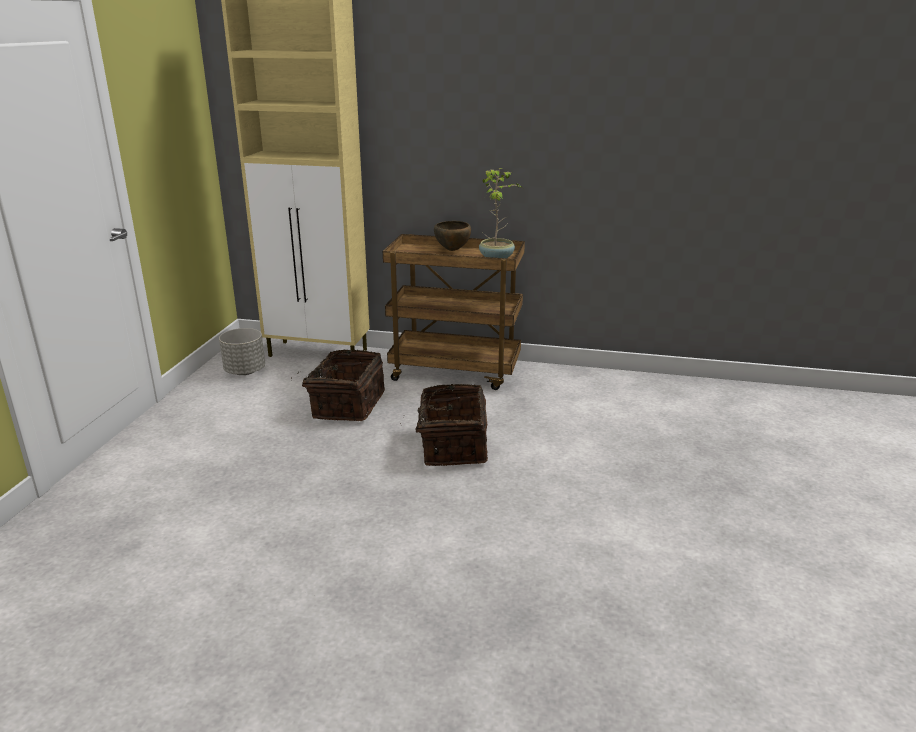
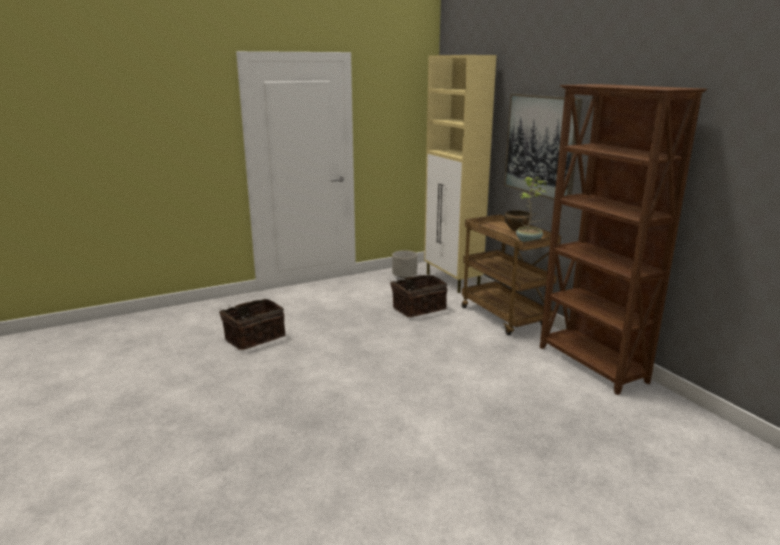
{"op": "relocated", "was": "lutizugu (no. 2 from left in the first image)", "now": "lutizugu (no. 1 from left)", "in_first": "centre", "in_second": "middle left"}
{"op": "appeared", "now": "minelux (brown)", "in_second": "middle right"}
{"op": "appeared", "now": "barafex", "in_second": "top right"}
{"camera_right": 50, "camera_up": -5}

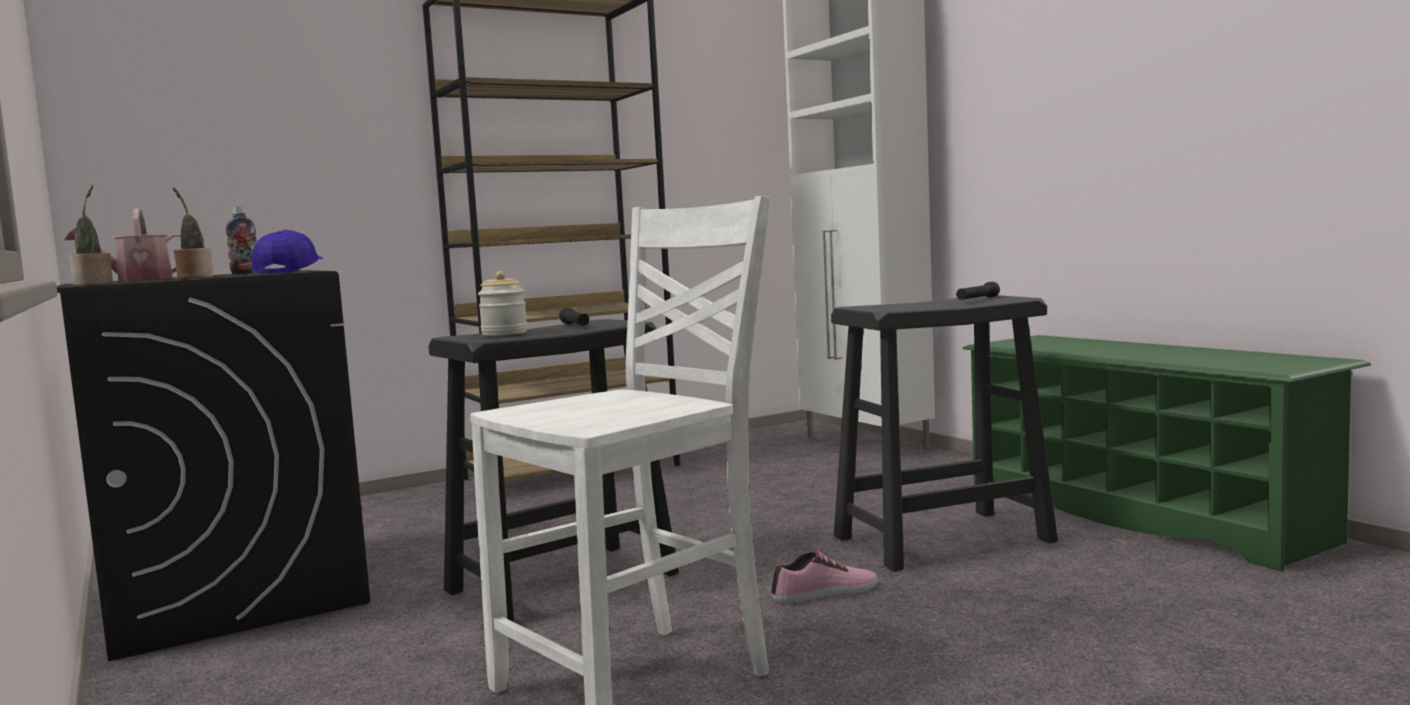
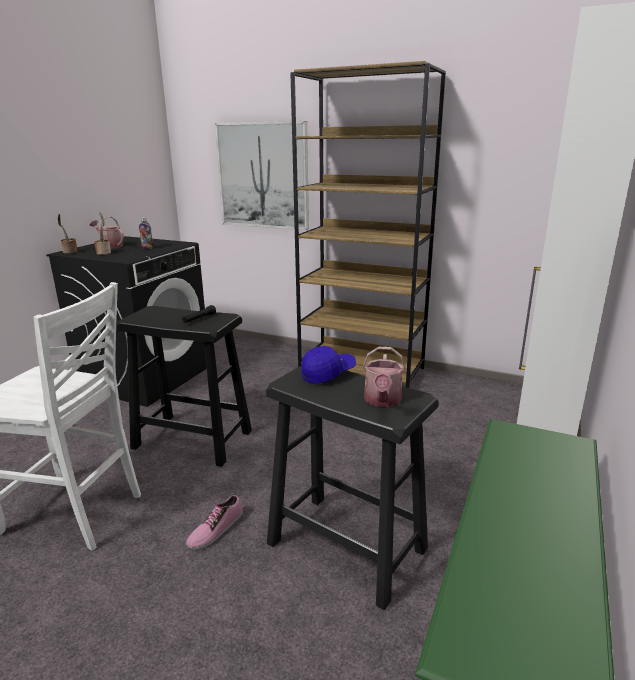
{"op": "relocated", "was": "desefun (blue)", "in_first": "middle left", "in_second": "centre"}
{"op": "missing", "was": "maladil", "in_first": "centre"}
{"op": "exchanged", "was": "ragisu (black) (no. 2 from left)", "now": "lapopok (no. 2 from left)", "in_first": "middle right", "in_second": "centre"}
{"op": "spun", "was": "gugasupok", "in_first": "bottom centre", "in_second": "bottom centre", "clockwise": 90}
{"op": "appeared", "now": "barafex", "in_second": "top centre"}
{"camera_right": 55, "camera_up": 15}

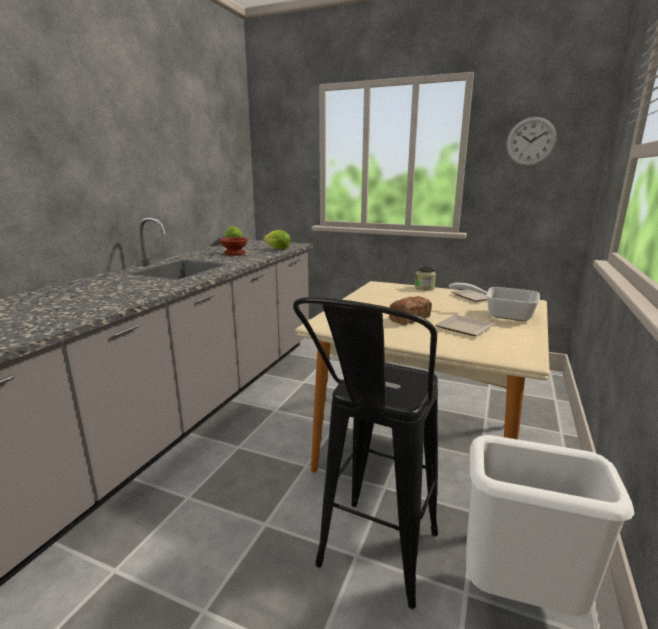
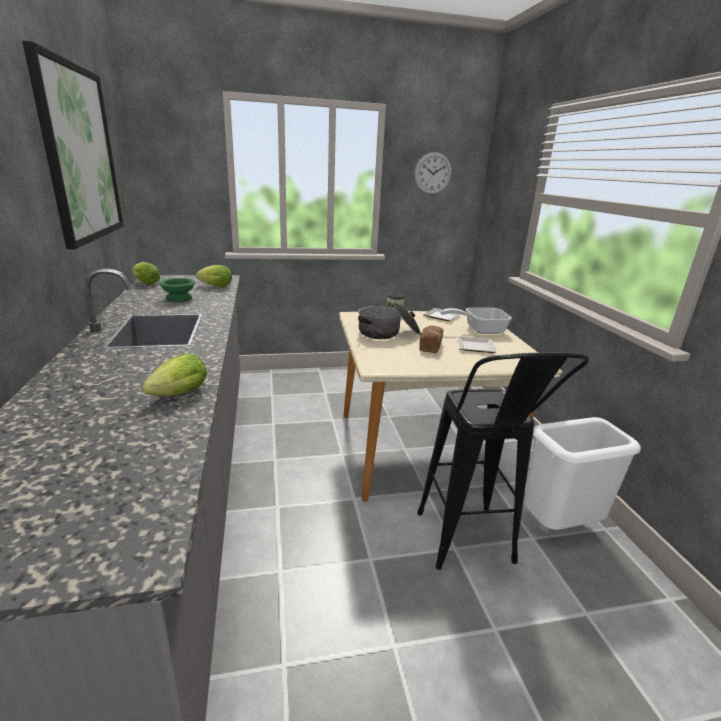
{"op": "colour", "was": "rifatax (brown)", "now": "rifatax (green)", "in_first": "centre", "in_second": "middle left"}
{"op": "appeared", "now": "barafex", "in_second": "top left"}
{"op": "appeared", "now": "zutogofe", "in_second": "centre"}
{"op": "appeared", "now": "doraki (no. 2 from left)", "in_second": "middle left"}
{"camera_right": -35, "camera_up": 5}

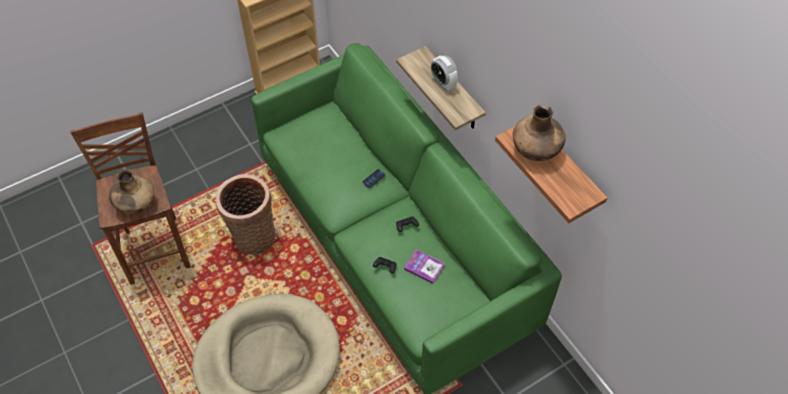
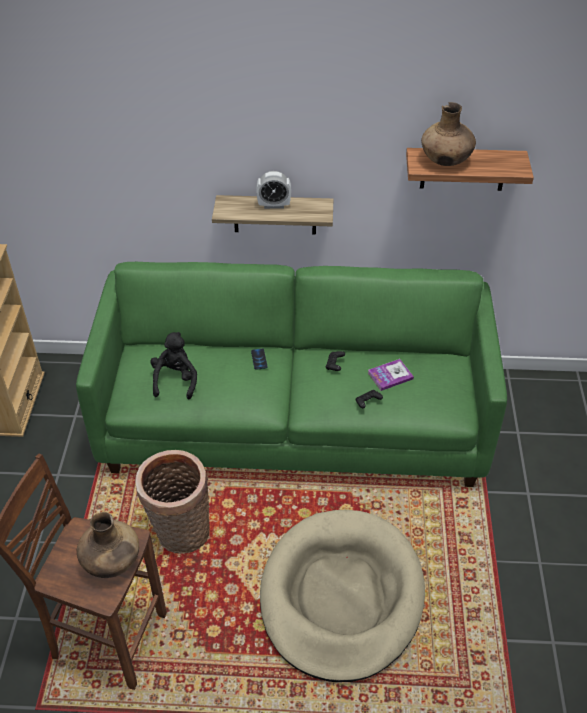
{"op": "appeared", "now": "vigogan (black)", "in_second": "middle left"}
{"camera_right": -55, "camera_up": -10}

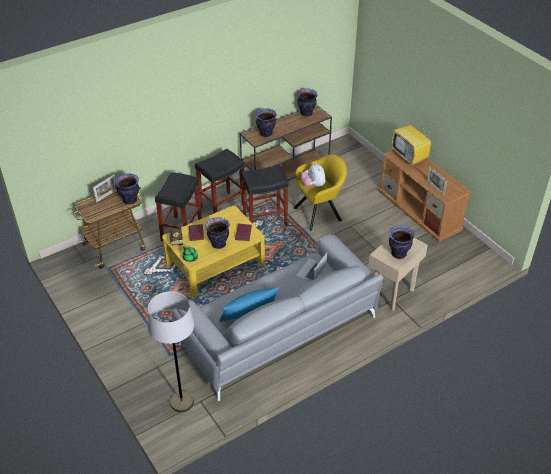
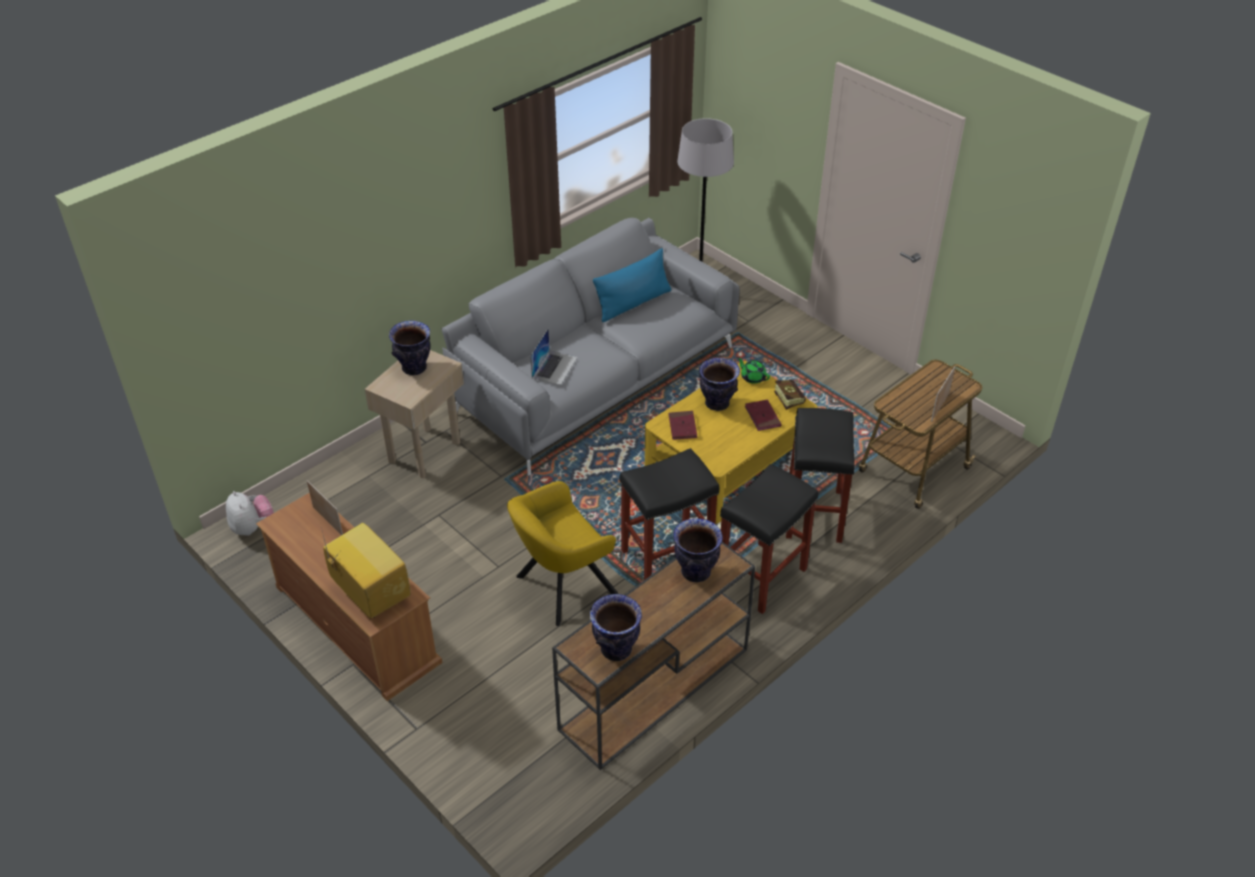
{"op": "relocated", "was": "vigogan", "in_first": "centre", "in_second": "middle left"}
{"op": "missing", "was": "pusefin (no. 1 from left)", "in_first": "middle left"}
{"camera_right": 170, "camera_up": 0}

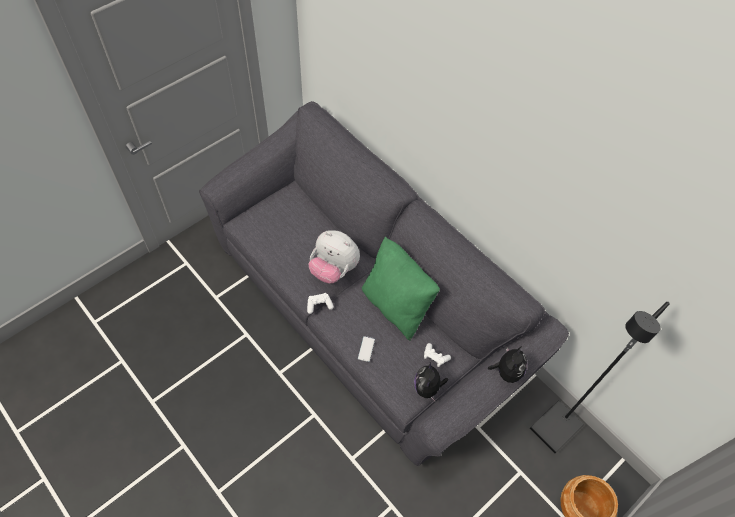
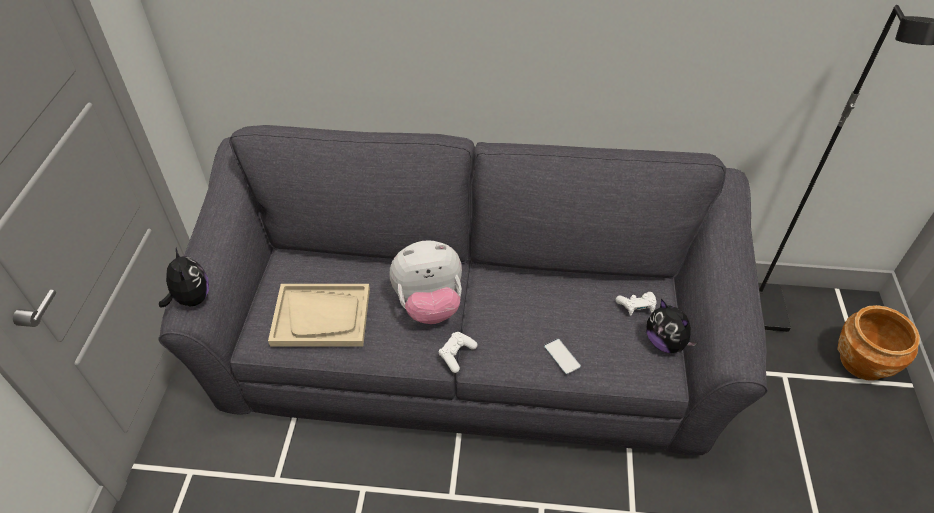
{"op": "missing", "was": "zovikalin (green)", "in_first": "centre"}
{"op": "relocated", "was": "vigogan (no. 3 from left in the first image)", "now": "vigogan (no. 1 from left)", "in_first": "bottom right", "in_second": "middle left"}
{"op": "appeared", "now": "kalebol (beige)", "in_second": "centre"}
{"camera_right": -40, "camera_up": -10}

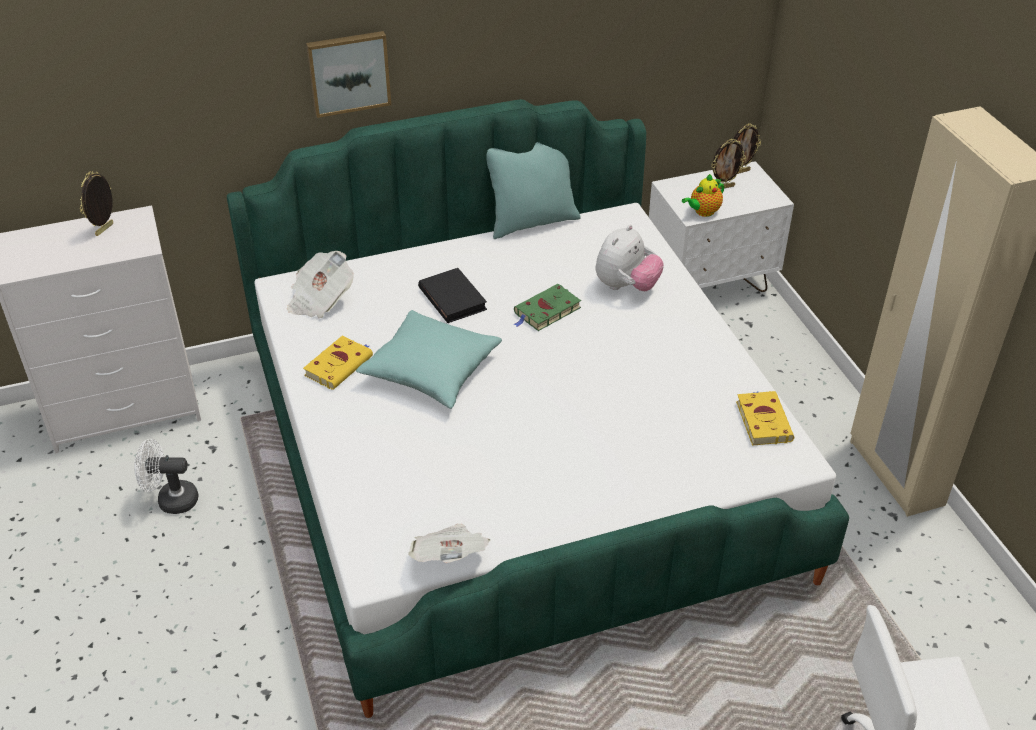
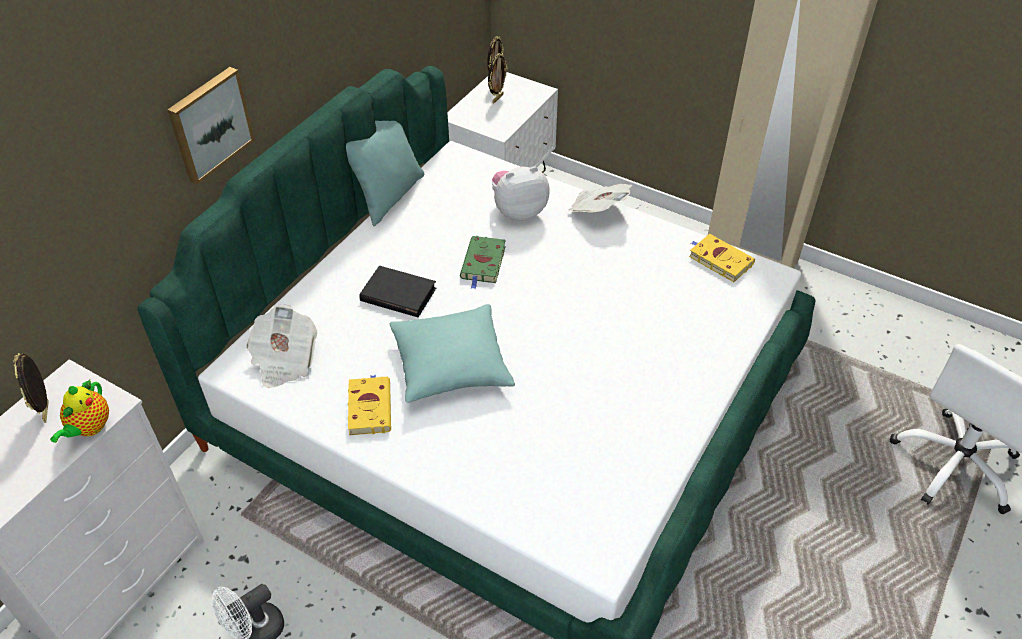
{"op": "relocated", "was": "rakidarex", "in_first": "top right", "in_second": "middle left"}
{"op": "spun", "was": "vigogan", "in_first": "centre", "in_second": "top centre", "clockwise": -105}
{"op": "relocated", "was": "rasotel (no. 2 from left)", "in_first": "bottom centre", "in_second": "top centre"}
{"camera_right": -40, "camera_up": 5}

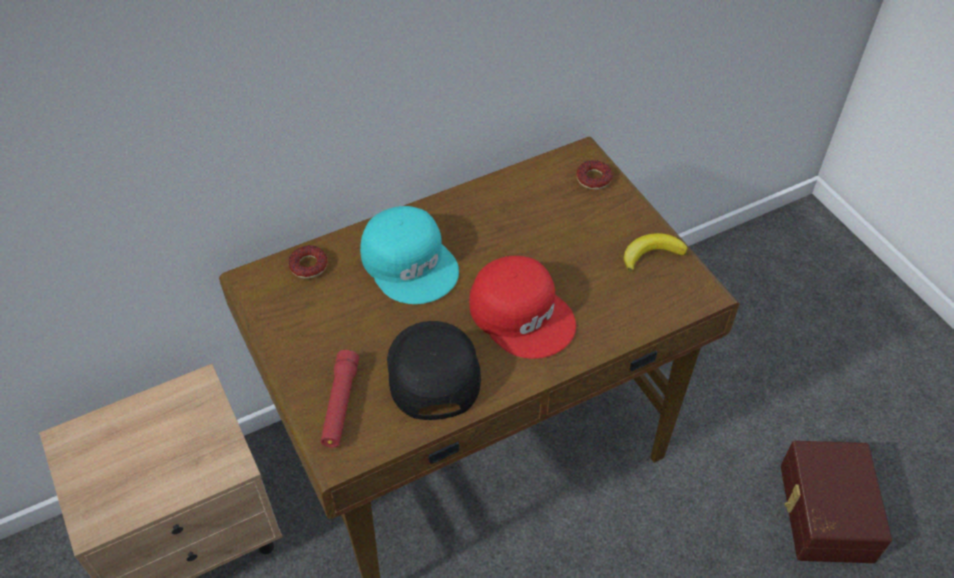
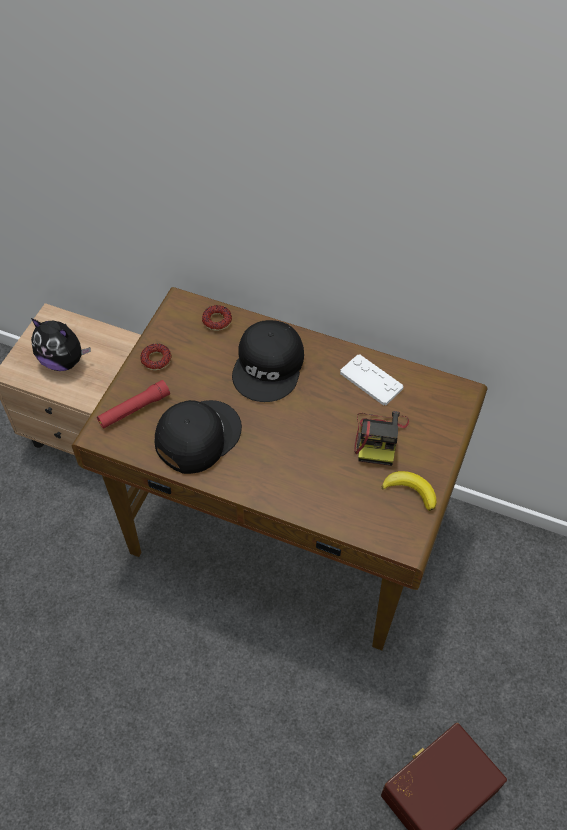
{"op": "relocated", "was": "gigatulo (no. 2 from left in the first image)", "now": "gigatulo (no. 1 from left)", "in_first": "top centre", "in_second": "middle left"}
{"op": "colour", "was": "desefun (turquoise)", "now": "desefun (black) (no. 2 from left)", "in_first": "centre", "in_second": "centre"}
{"op": "missing", "was": "desefun (red)", "in_first": "centre"}
{"op": "appeared", "now": "vigogan", "in_second": "middle left"}
{"op": "appeared", "now": "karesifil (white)", "in_second": "centre"}
{"op": "appeared", "now": "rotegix", "in_second": "middle right"}
{"camera_right": 50, "camera_up": 5}

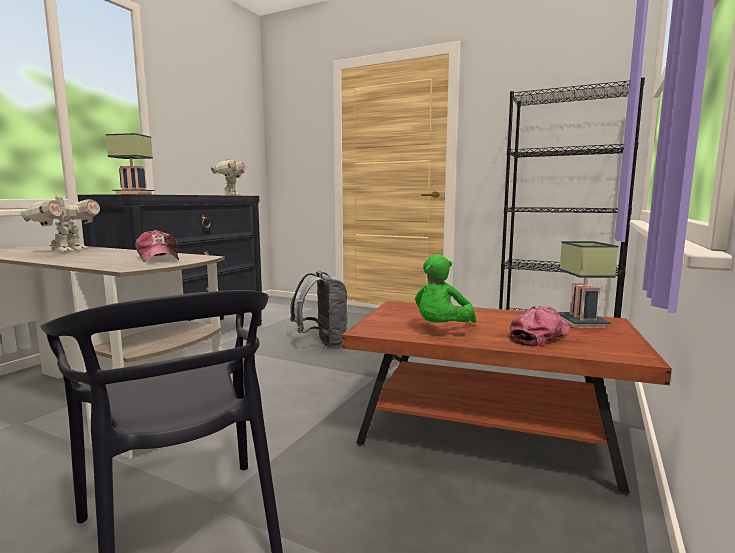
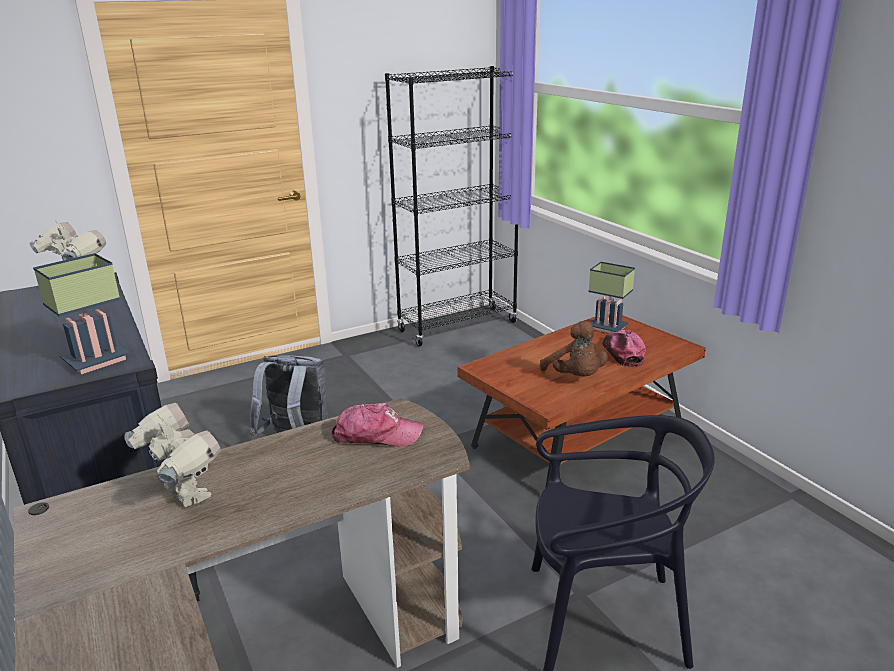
{"op": "colour", "was": "vigogan (green)", "now": "vigogan (brown)", "in_first": "centre", "in_second": "centre"}
{"camera_right": -55, "camera_up": 15}

